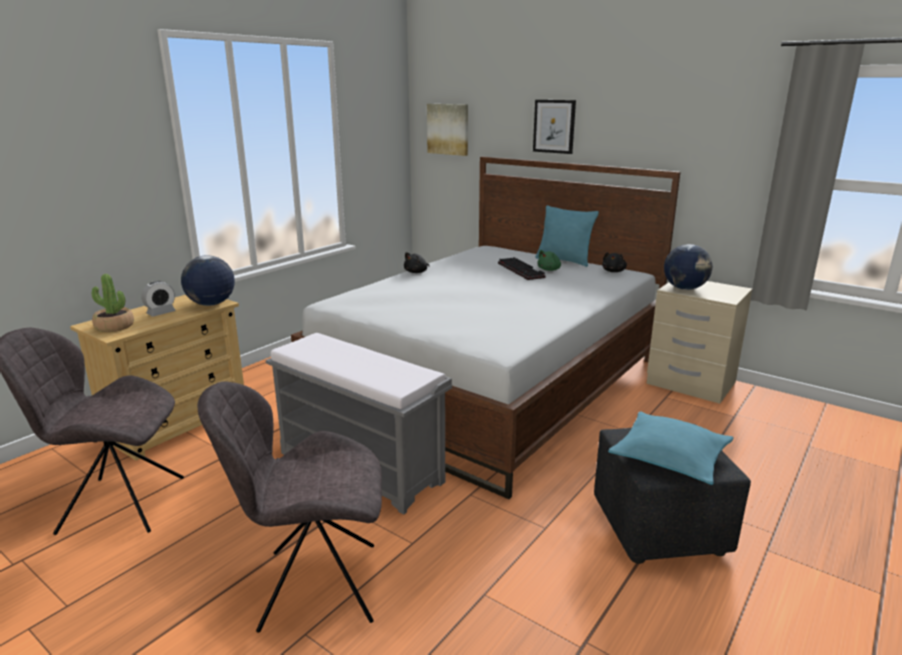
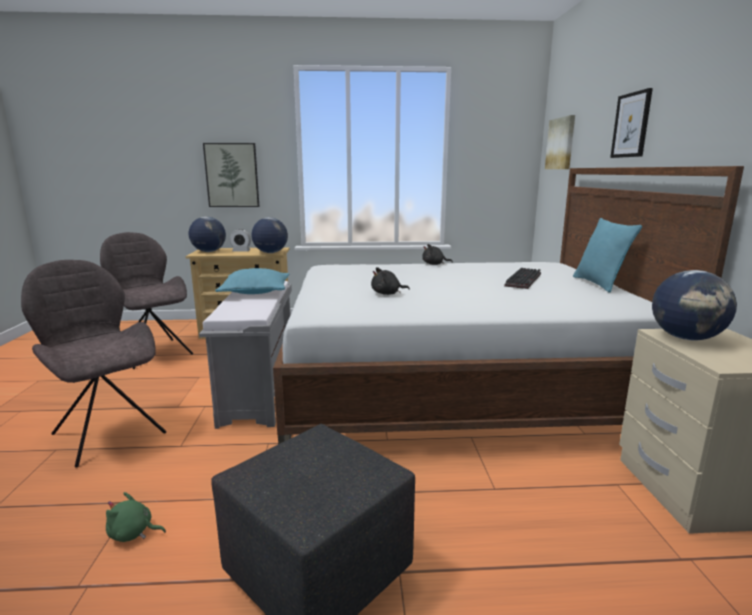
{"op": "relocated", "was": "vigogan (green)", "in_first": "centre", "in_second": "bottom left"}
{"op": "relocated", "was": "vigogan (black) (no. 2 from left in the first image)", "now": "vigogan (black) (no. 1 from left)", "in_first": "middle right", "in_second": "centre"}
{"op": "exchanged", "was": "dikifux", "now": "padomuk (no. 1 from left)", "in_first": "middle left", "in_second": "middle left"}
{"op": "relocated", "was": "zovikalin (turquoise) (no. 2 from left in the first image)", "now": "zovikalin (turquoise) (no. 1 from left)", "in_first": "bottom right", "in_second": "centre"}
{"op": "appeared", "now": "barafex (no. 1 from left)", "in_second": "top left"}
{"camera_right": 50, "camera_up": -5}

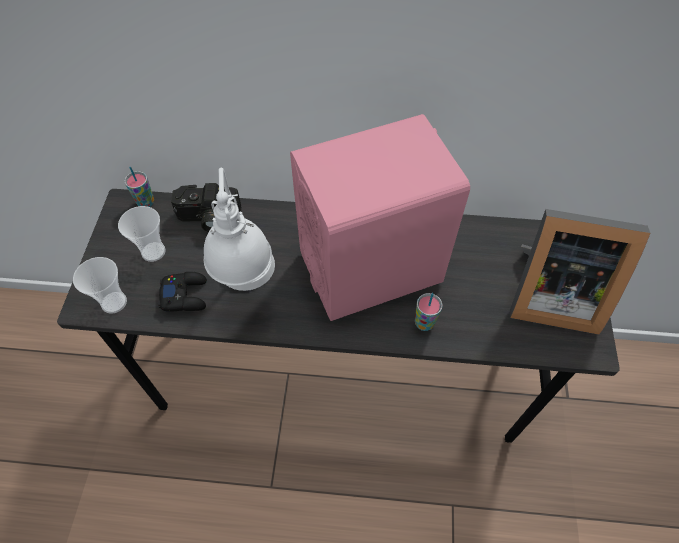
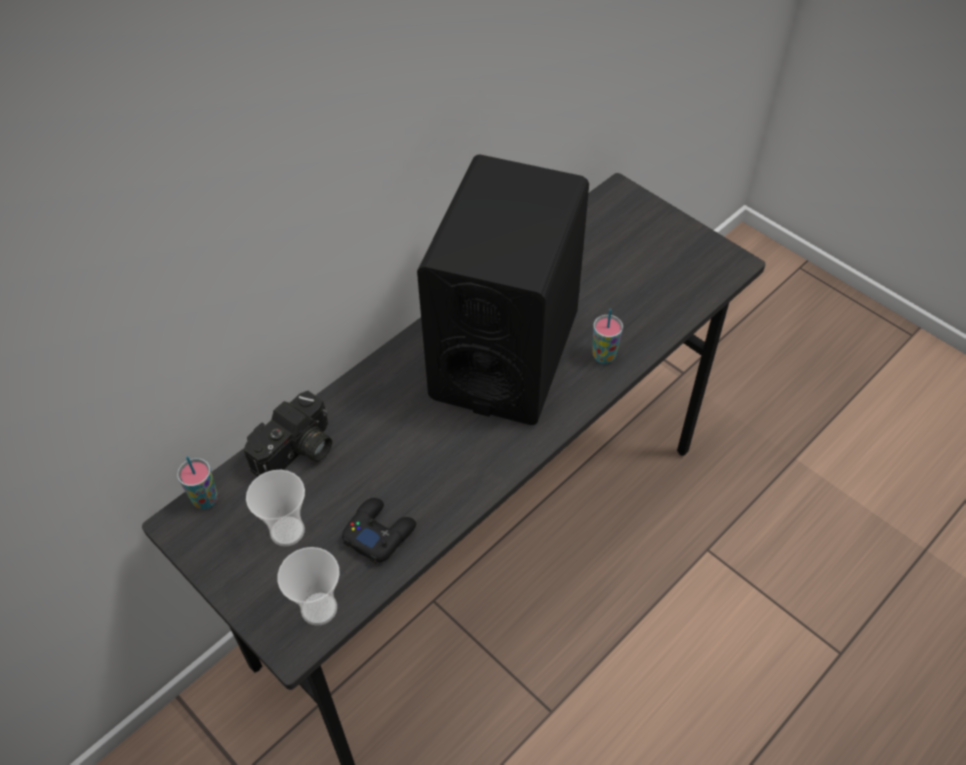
{"op": "colour", "was": "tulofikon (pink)", "now": "tulofikon (black)", "in_first": "centre", "in_second": "centre"}
{"op": "missing", "was": "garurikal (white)", "in_first": "centre"}
{"op": "missing", "was": "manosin", "in_first": "middle right"}
{"camera_right": -50, "camera_up": -5}

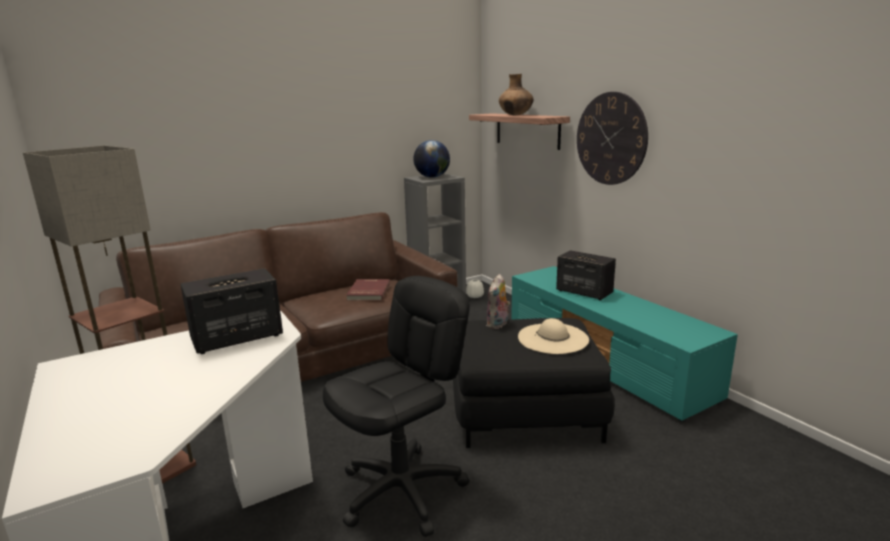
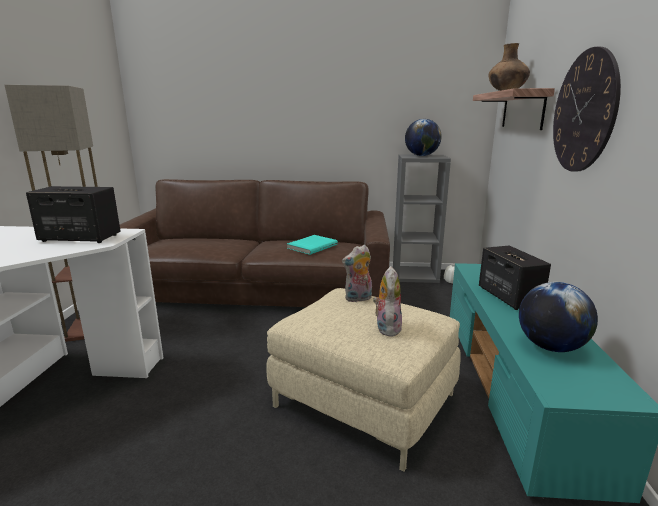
{"op": "missing", "was": "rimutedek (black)", "in_first": "bottom centre"}
{"op": "colour", "was": "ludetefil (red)", "now": "ludetefil (turquoise)", "in_first": "centre", "in_second": "centre"}
{"op": "colour", "was": "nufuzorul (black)", "now": "nufuzorul (beige)", "in_first": "bottom centre", "in_second": "bottom centre"}
{"op": "exchanged", "was": "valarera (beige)", "now": "vigogan (no. 2 from left)", "in_first": "centre", "in_second": "centre"}
{"op": "appeared", "now": "padomuk (no. 2 from left)", "in_second": "middle right"}
{"camera_right": 35, "camera_up": 0}

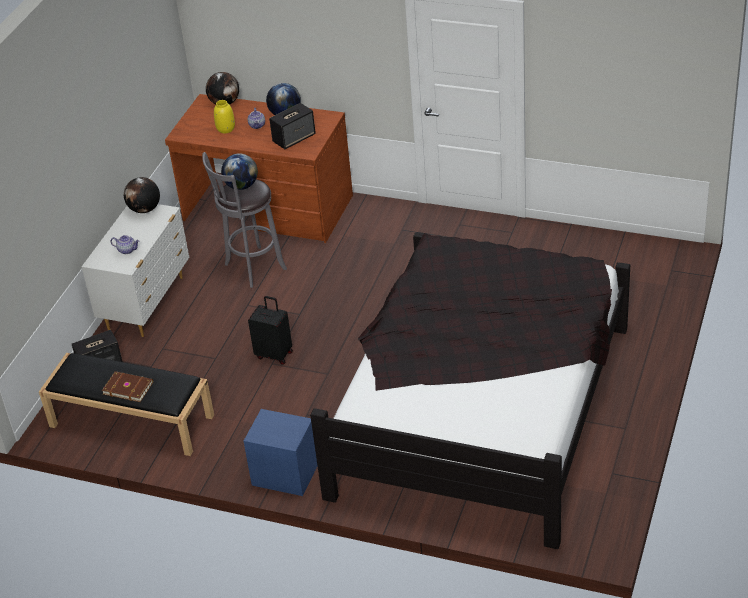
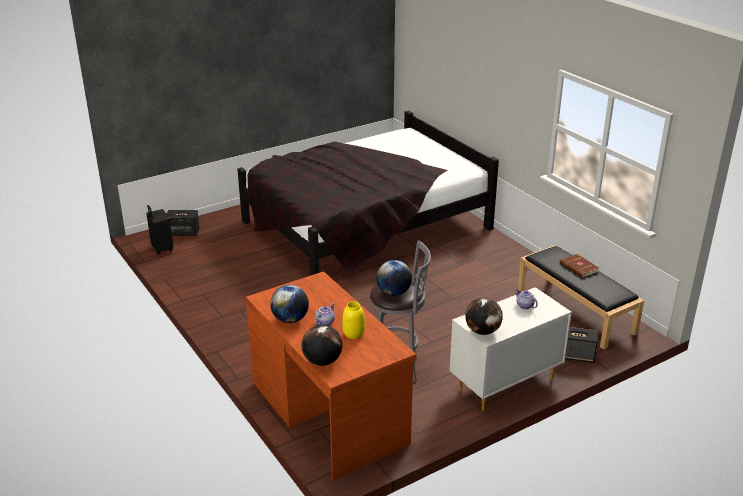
{"op": "relocated", "was": "tulofikon (no. 2 from left in the first image)", "now": "tulofikon (no. 1 from left)", "in_first": "top centre", "in_second": "middle left"}
{"op": "relocated", "was": "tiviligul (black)", "in_first": "centre", "in_second": "middle left"}
{"op": "missing", "was": "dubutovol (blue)", "in_first": "bottom centre"}
{"camera_right": -145, "camera_up": -10}

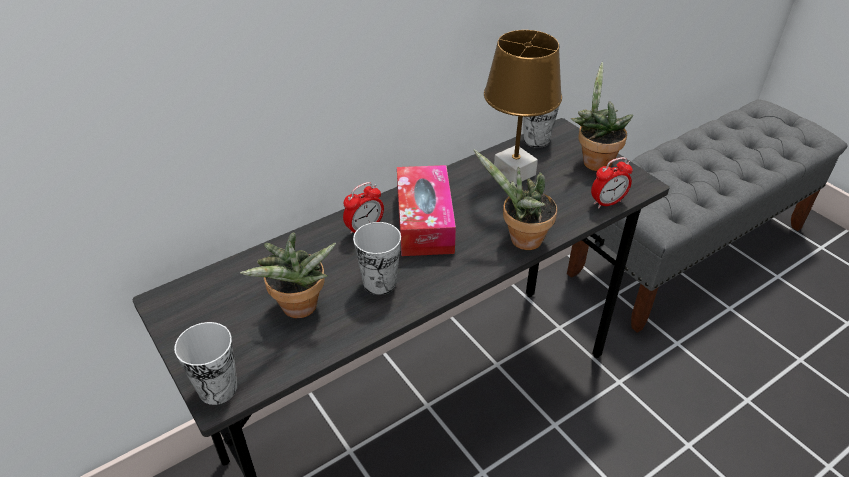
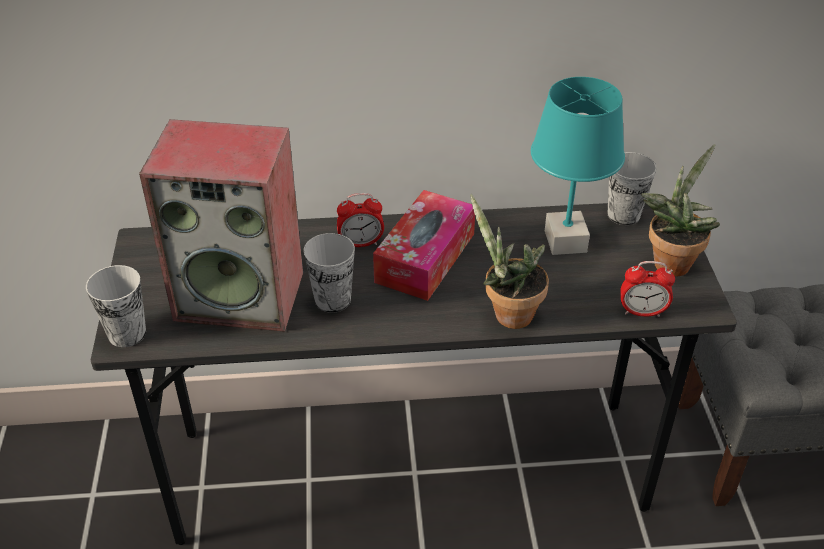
{"op": "colour", "was": "garurikal (brown)", "now": "garurikal (turquoise)", "in_first": "top centre", "in_second": "top right"}
{"op": "exchanged", "was": "dikifux (no. 1 from left)", "now": "tulofikon", "in_first": "centre", "in_second": "middle left"}
{"camera_right": 30, "camera_up": 0}

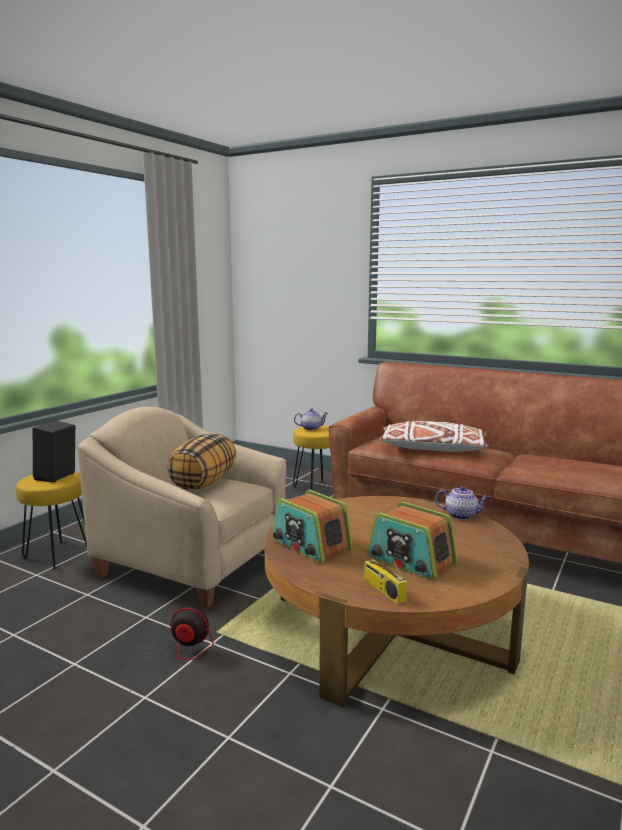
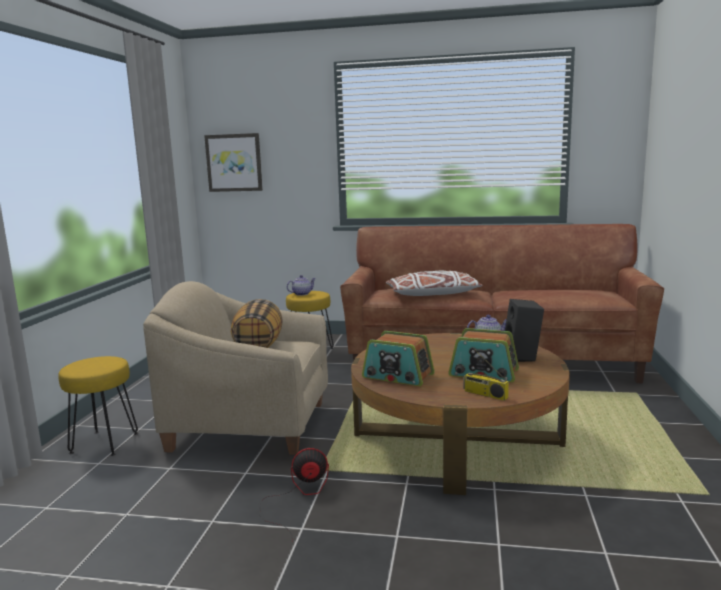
{"op": "relocated", "was": "tulofikon (black)", "in_first": "middle left", "in_second": "middle right"}
{"op": "appeared", "now": "barafex", "in_second": "top left"}
{"camera_right": -20, "camera_up": 0}

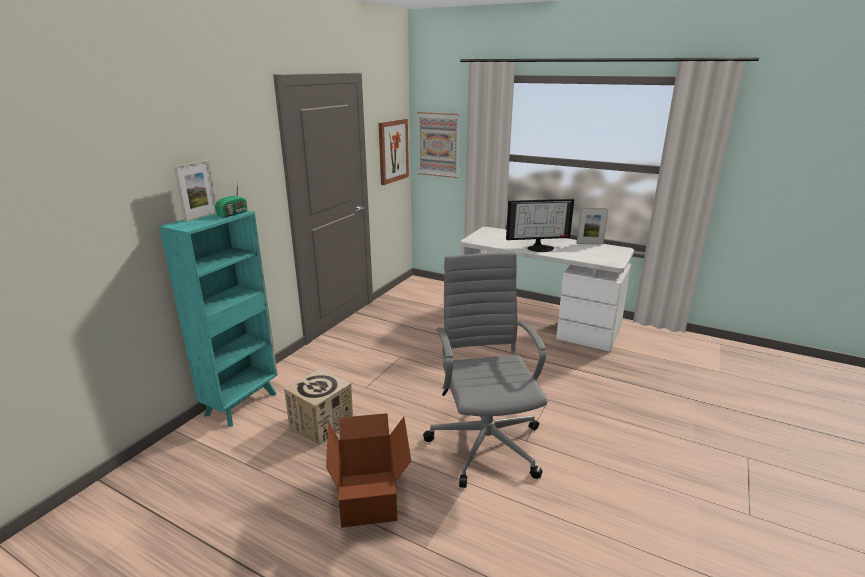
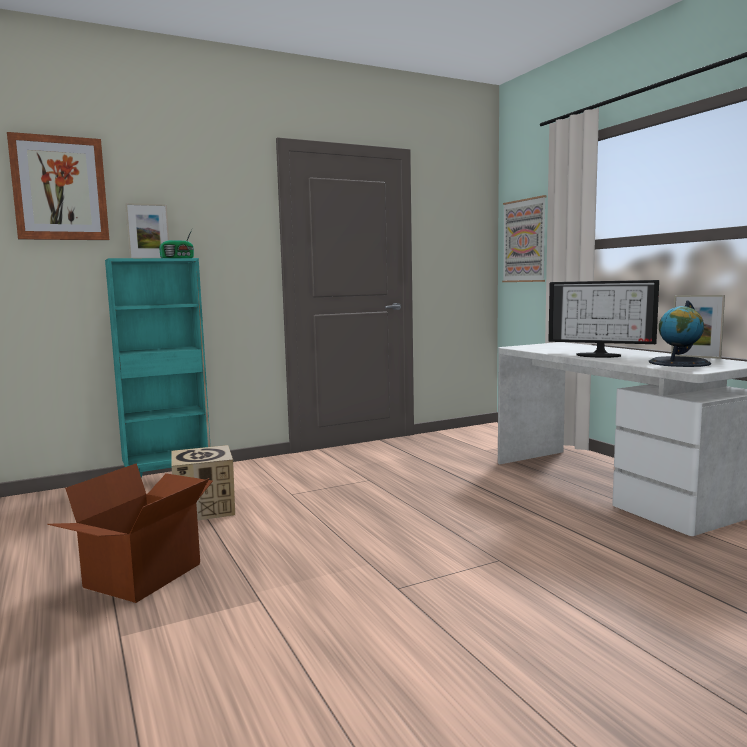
{"op": "relocated", "was": "barafex (no. 1 from left)", "in_first": "top centre", "in_second": "top left"}
{"op": "missing", "was": "rimutedek (grey)", "in_first": "centre"}
{"op": "appeared", "now": "padomuk", "in_second": "middle right"}
{"camera_right": 35, "camera_up": -15}

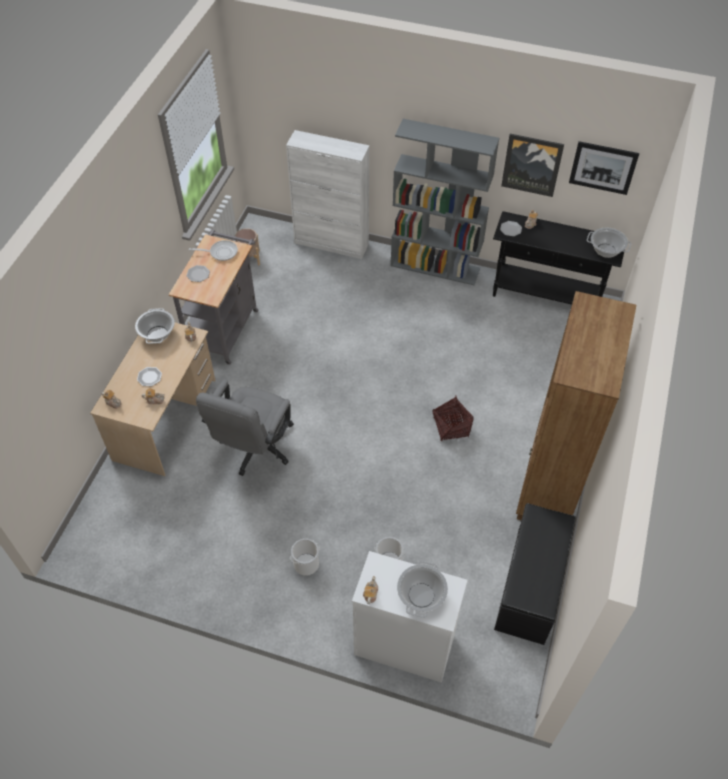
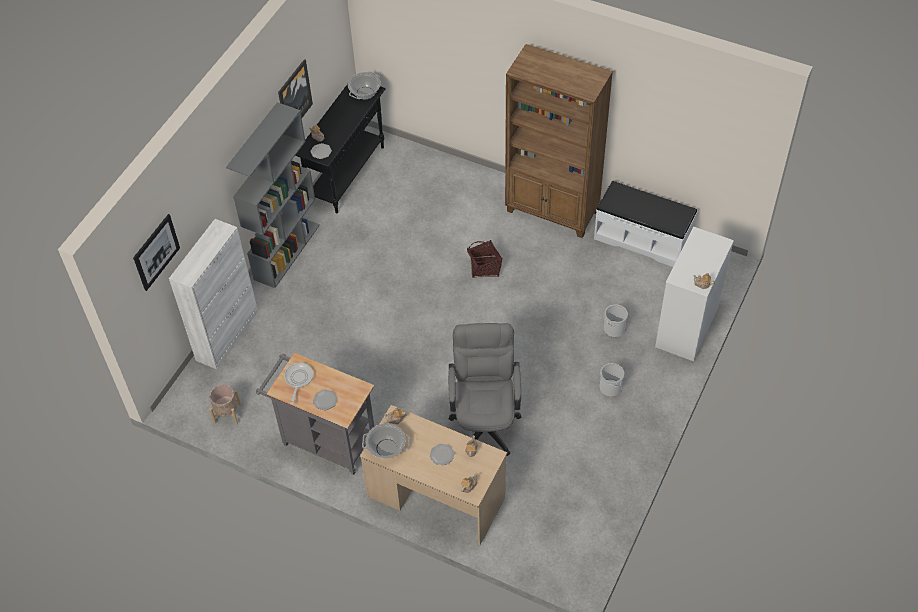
{"op": "relocated", "was": "barafex (no. 2 from left in the first image)", "now": "barafex (no. 1 from left)", "in_first": "top right", "in_second": "middle left"}
{"op": "spun", "was": "rimutedek (grey)", "in_first": "centre", "in_second": "centre", "clockwise": -120}
{"op": "colour", "was": "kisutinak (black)", "now": "kisutinak (white)", "in_first": "bottom right", "in_second": "middle right"}
{"op": "missing", "was": "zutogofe (no. 2 from left)", "in_first": "bottom centre"}
{"camera_right": -80, "camera_up": 0}

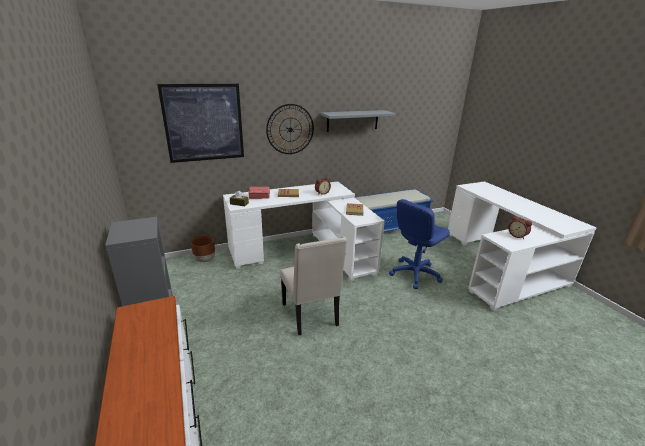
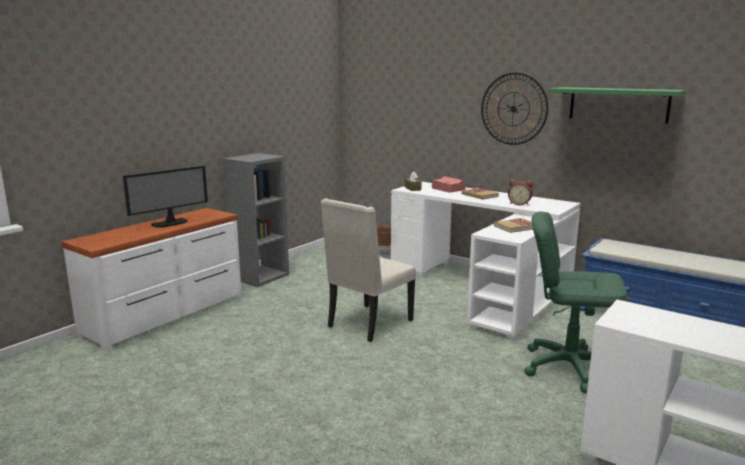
{"op": "missing", "was": "barafex", "in_first": "top left"}
{"op": "colour", "was": "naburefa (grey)", "now": "naburefa (green)", "in_first": "top centre", "in_second": "top right"}
{"op": "colour", "was": "rimutedek (blue)", "now": "rimutedek (green)", "in_first": "centre", "in_second": "middle right"}
{"op": "missing", "was": "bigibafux (no. 3 from left)", "in_first": "middle right"}
{"op": "appeared", "now": "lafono", "in_second": "middle left"}
{"camera_right": 60, "camera_up": -10}

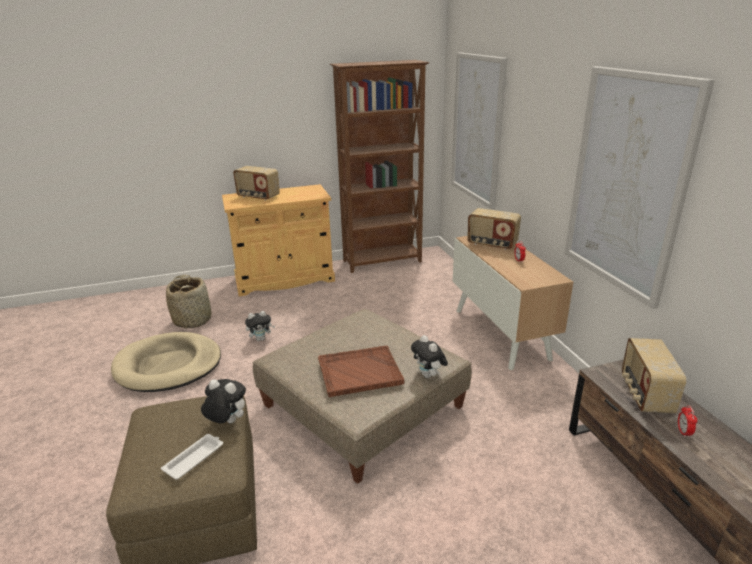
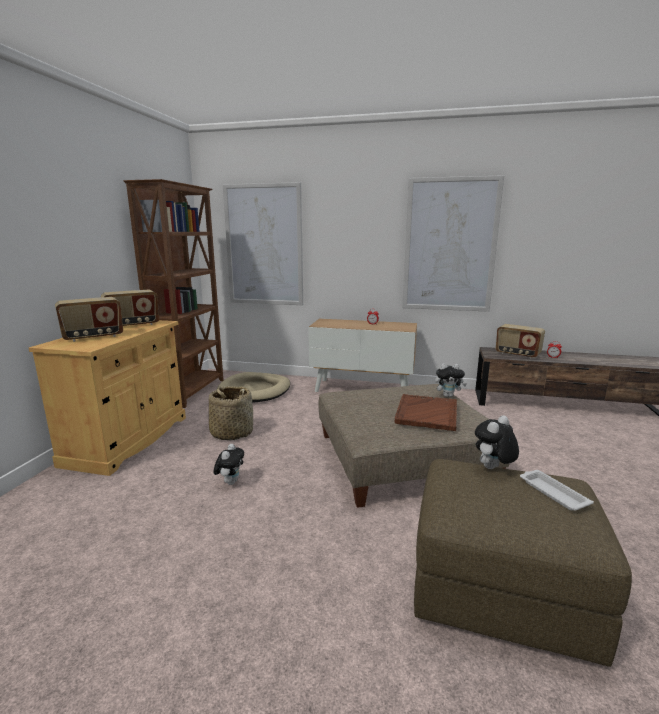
{"op": "relocated", "was": "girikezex (no. 2 from left)", "in_first": "centre", "in_second": "middle left"}
{"op": "relocated", "was": "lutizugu", "in_first": "middle left", "in_second": "centre"}
{"op": "relocated", "was": "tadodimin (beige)", "in_first": "middle left", "in_second": "centre"}
{"camera_right": -60, "camera_up": -10}

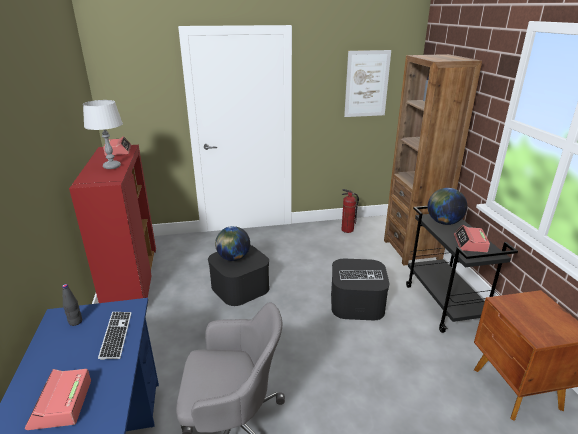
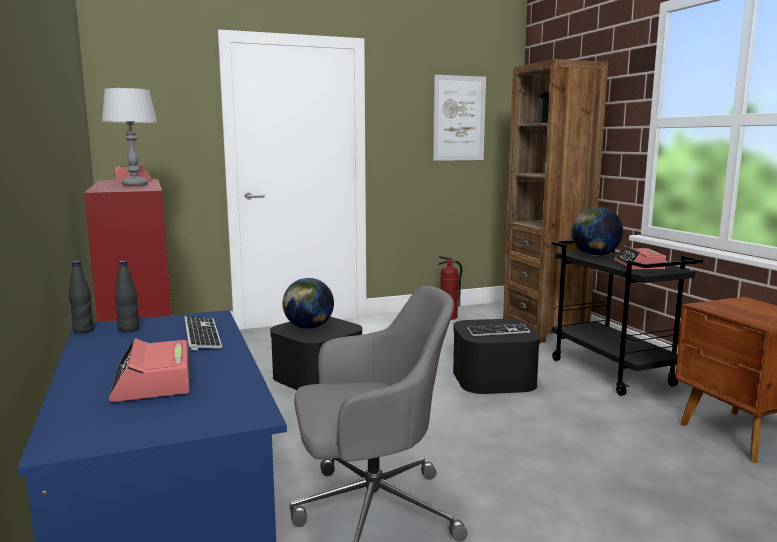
{"op": "appeared", "now": "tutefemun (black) (no. 1 from left)", "in_second": "middle left"}
{"camera_right": -10, "camera_up": -15}

